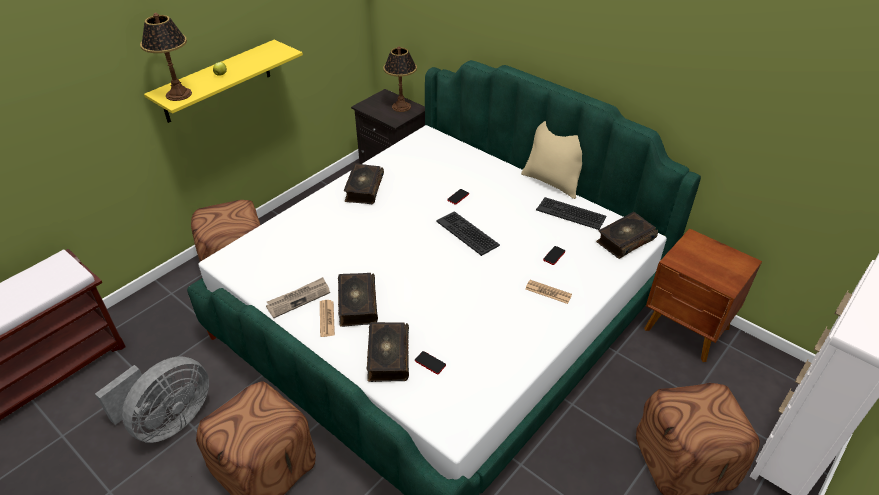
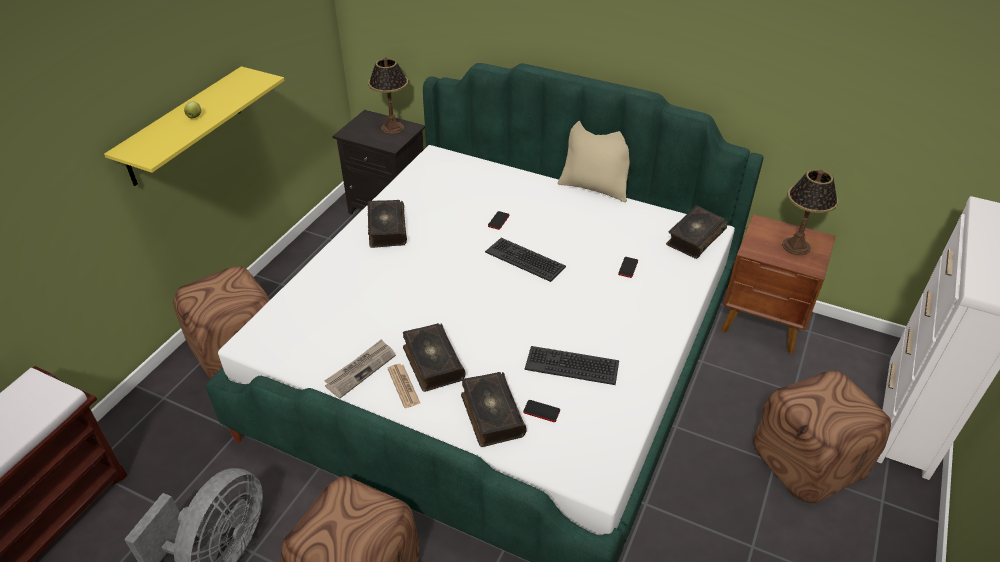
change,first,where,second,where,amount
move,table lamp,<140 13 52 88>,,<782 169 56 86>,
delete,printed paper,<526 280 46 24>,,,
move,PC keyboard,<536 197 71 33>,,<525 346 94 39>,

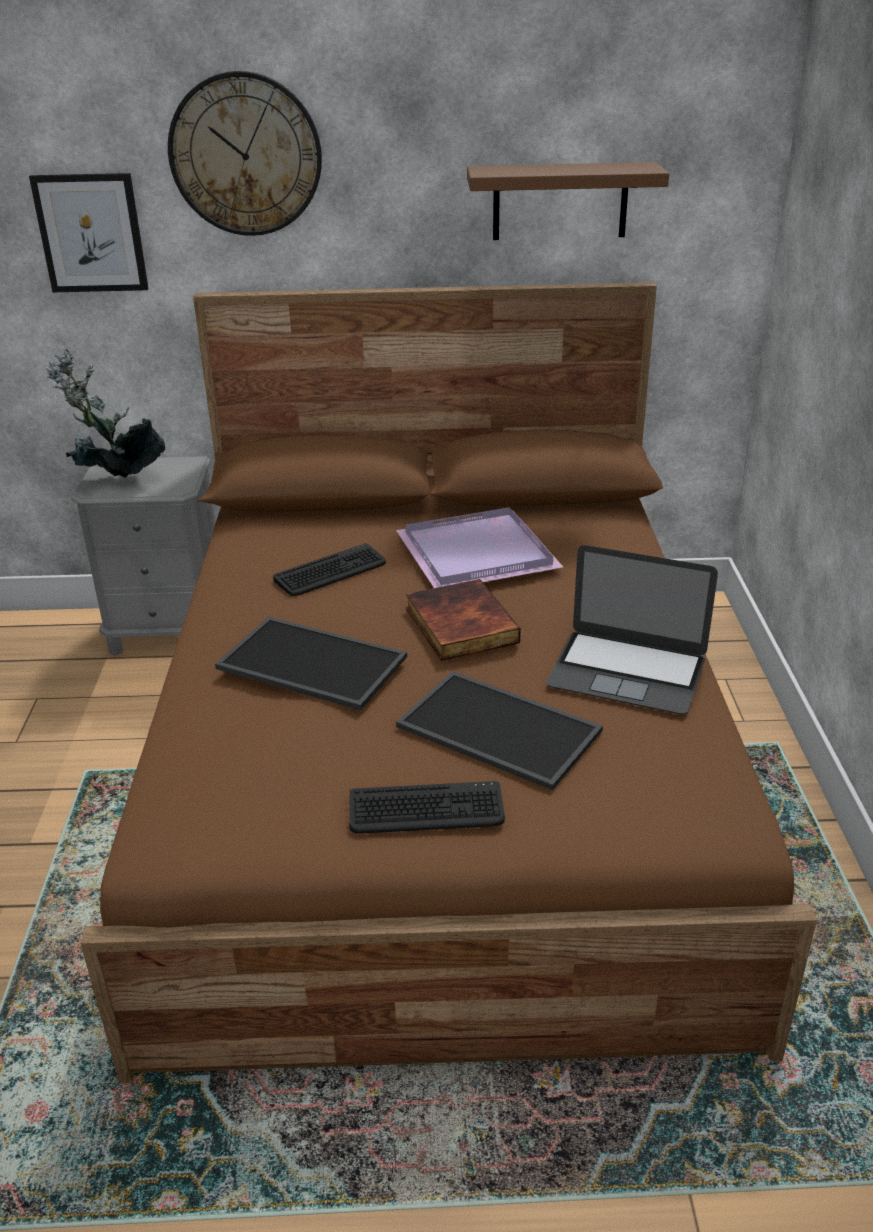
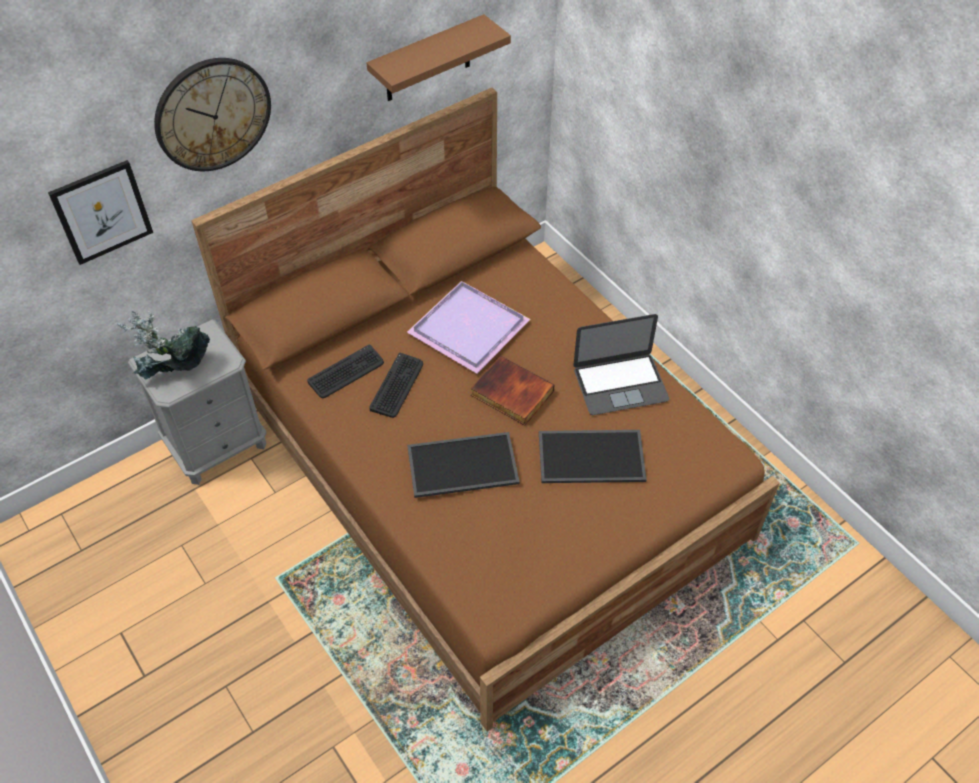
change,first,where,second,where,amount
move,PC keyboard,<349 781 156 53>,,<307 345 77 53>,

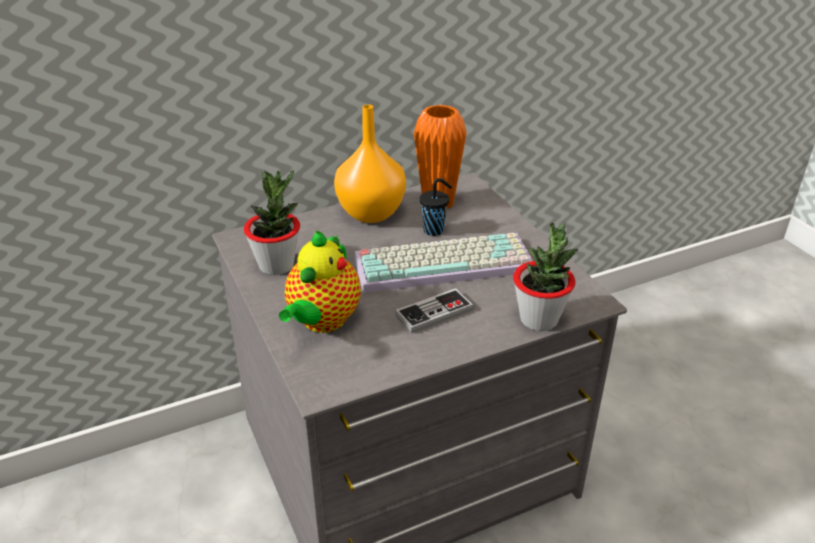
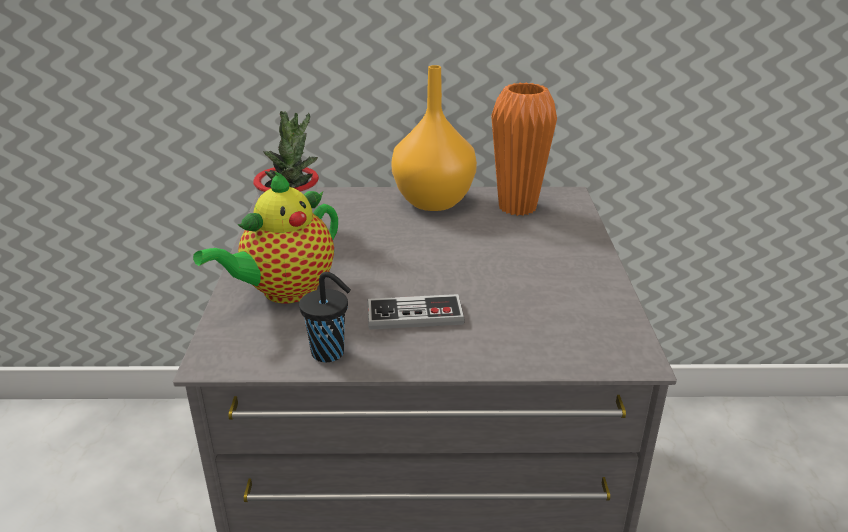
change,first,where,second,where,amount
delete,PC keyboard,<354 233 179 60>,,,
move,black drinking cup,<420 178 32 58>,,<299 272 52 90>,
delete,potted plant,<513 223 66 108>,,,

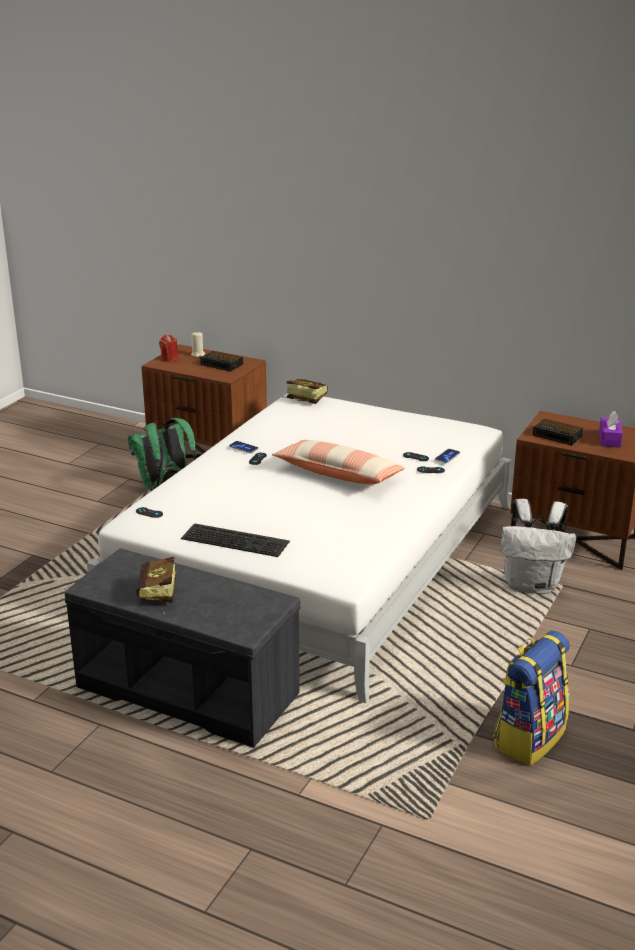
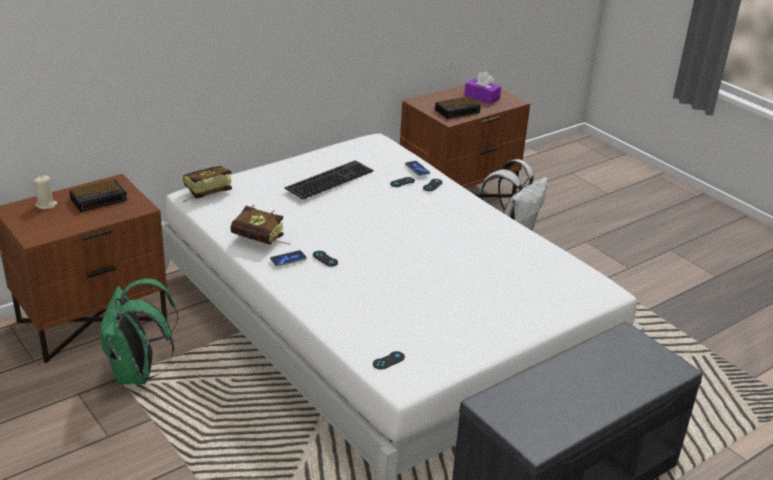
change,first,where,second,where,amount
move,book,<136 557 40 57>,,<230 205 60 40>,
delete,red-coloured wax light,<159 335 19 27>,,,
move,PC keyboard,<181 523 109 34>,,<285 160 89 39>,
delete,cushion,<272 440 133 44>,,,
delete,backpack,<493 631 77 134>,,,

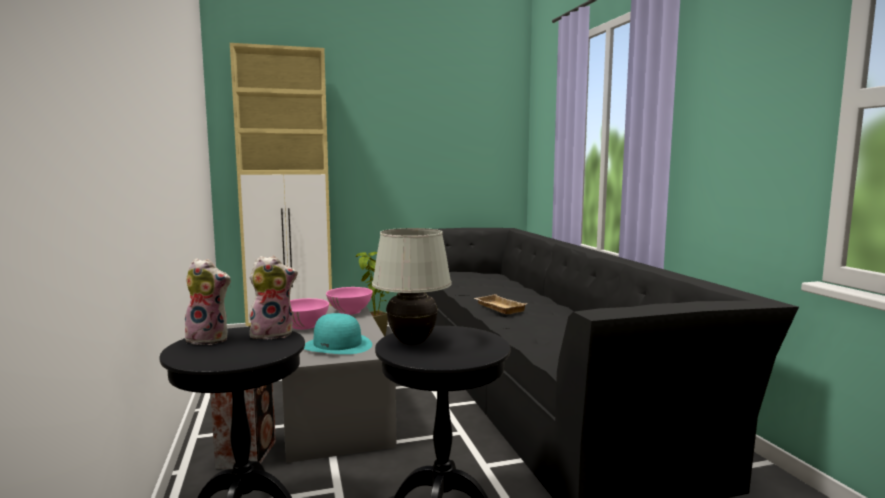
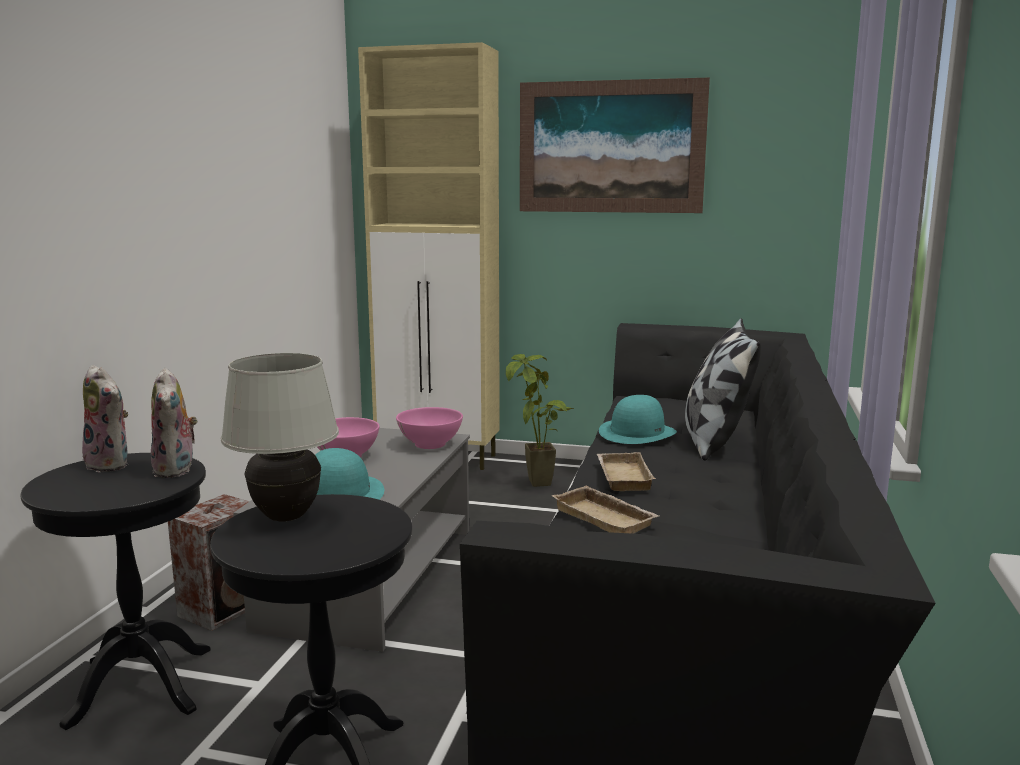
change,first,where,second,where,amount
rotate,soft toy,<249 256 49 84>,,<151 368 47 110>,60 degrees clockwise
insert,,,wall art,<520 77 190 136>,
insert,,,beige-coloured carrying tray,<552 485 107 49>,
insert,,,turquoise-coloured wearable hat,<599 395 78 49>,
insert,,,cushion,<685 318 76 143>,

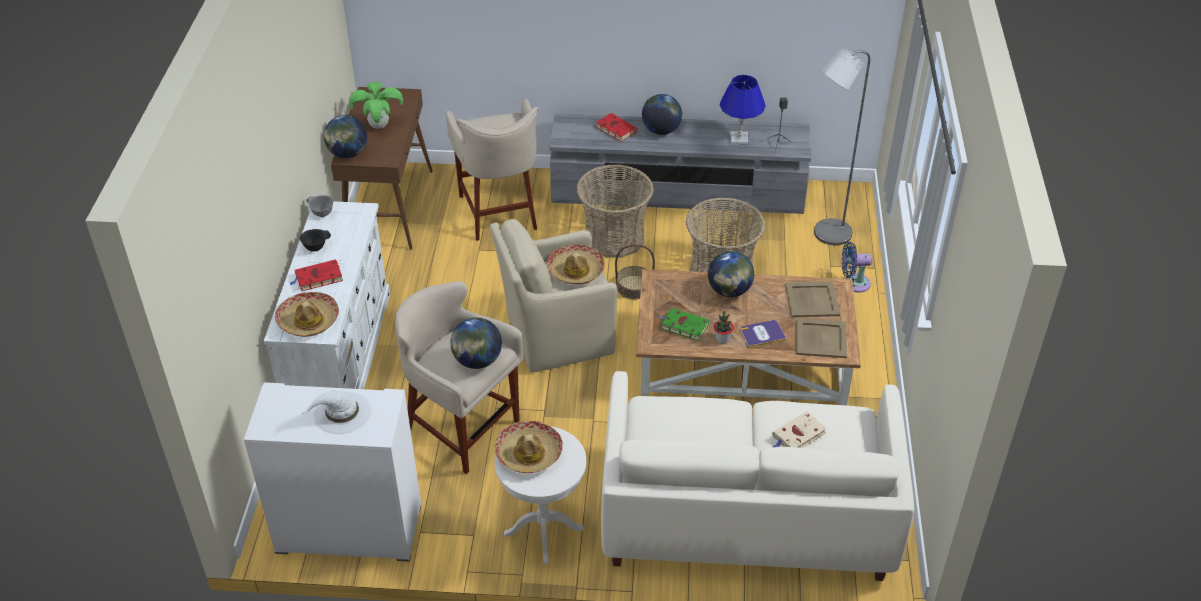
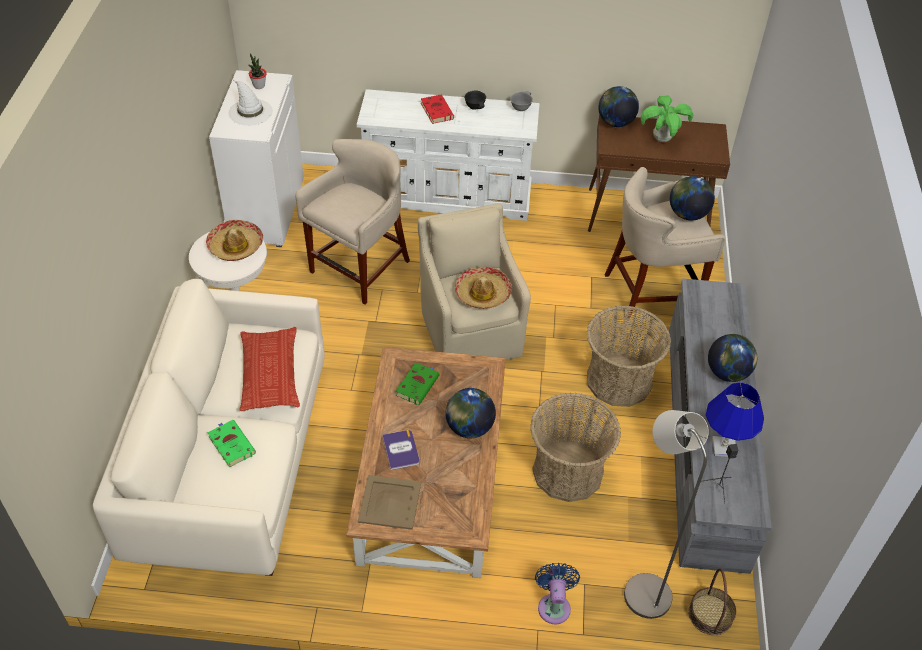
change,first,where,second,where,amount
delete,wearable hat,<275 292 64 45>,,,
move,desk globe,<451 317 51 52>,,<670 176 45 44>,
delete,red-coloured book,<596 113 41 28>,,,
move,storage basket,<615 244 40 56>,,<688 569 48 66>,
move,potted plant,<714 311 20 33>,,<248 53 19 36>,
recolor,beige-coloured book,<772 412 55 36>,green book,<207 420 49 48>,
delete,beige-coloured carrying tray,<785 281 55 36>,,,
insert,,,cushion,<240 327 60 84>,

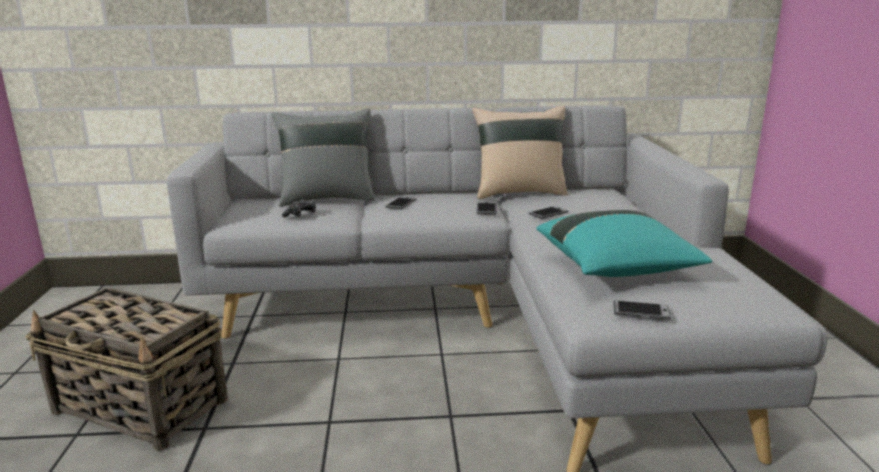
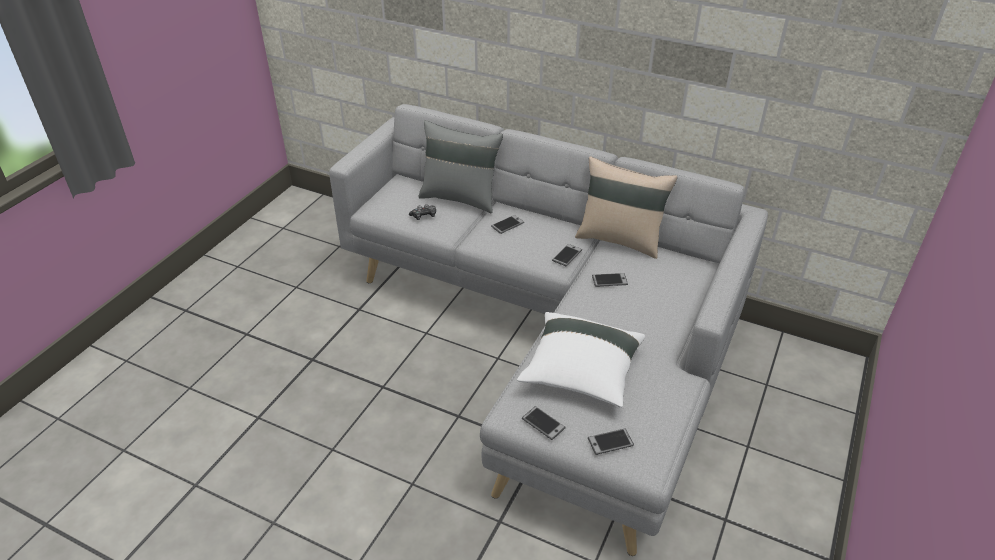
change,first,where,second,where,amount
delete,storage basket,<25 288 203 163>,,,
recolor,turquoise-coloured cushion,<537 210 176 67>,white-coloured cushion,<517 312 128 96>,
insert,,,telephone,<588 428 46 27>,

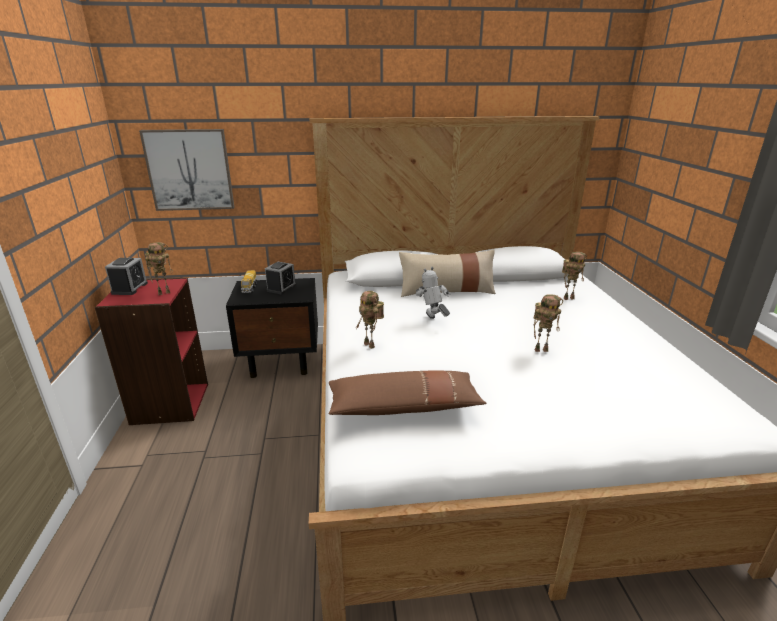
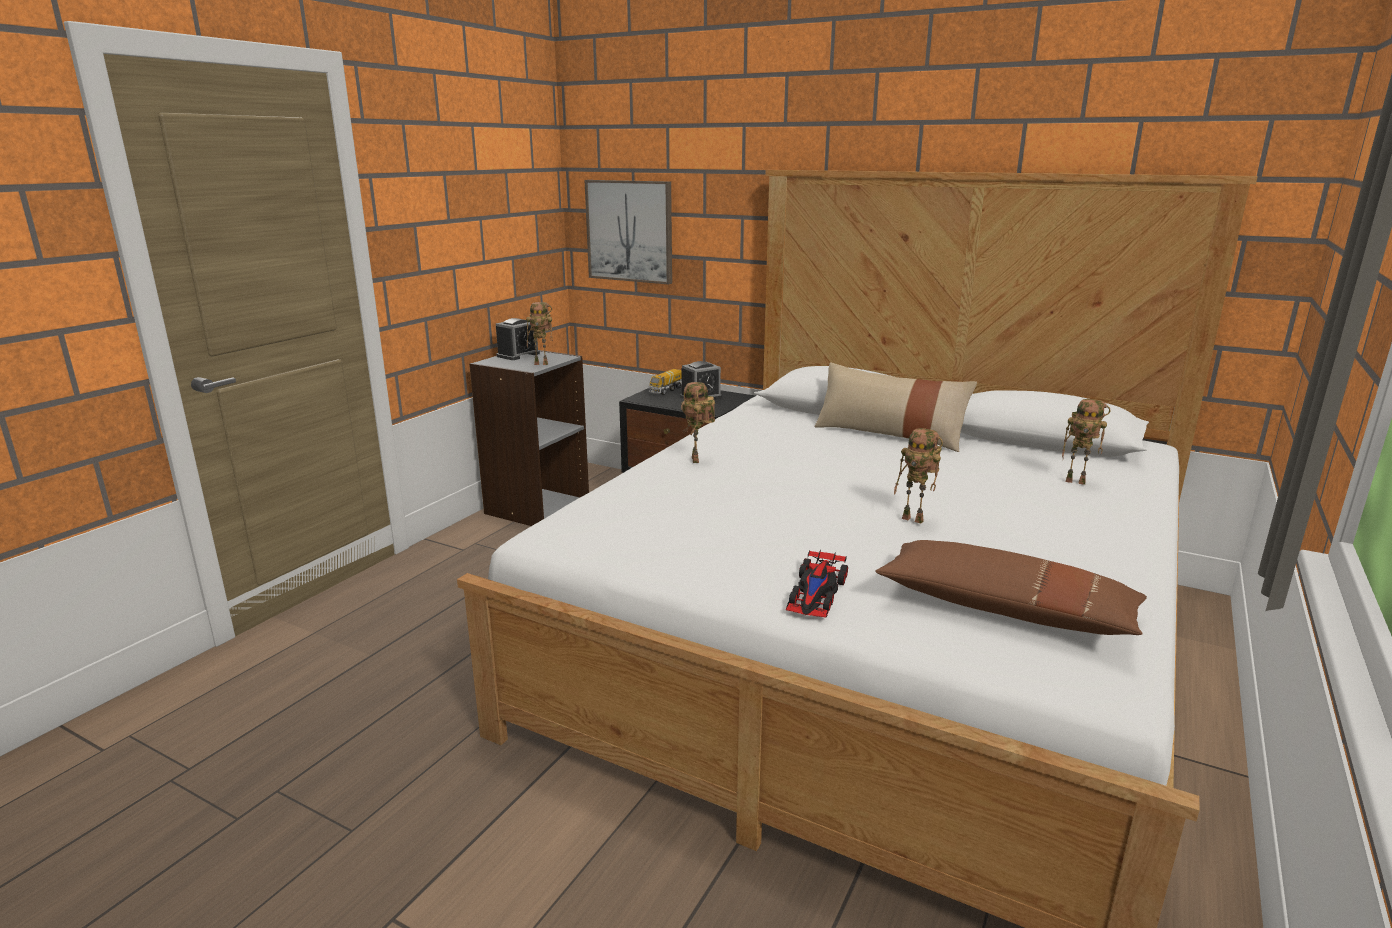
change,first,where,second,where,amount
recolor,red-coloured shelving unit,<94 278 114 147>,gray shelving unit,<469 350 120 176>,
move,brown-coloured cushion,<329 370 157 45>,,<875 540 272 95>,
delete,toy robot,<416 267 34 52>,,,
insert,,,miniature car,<785 549 63 69>,

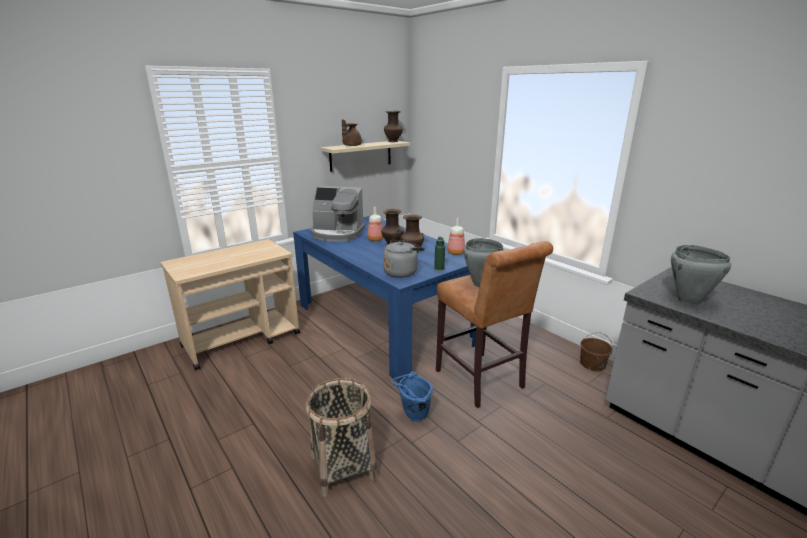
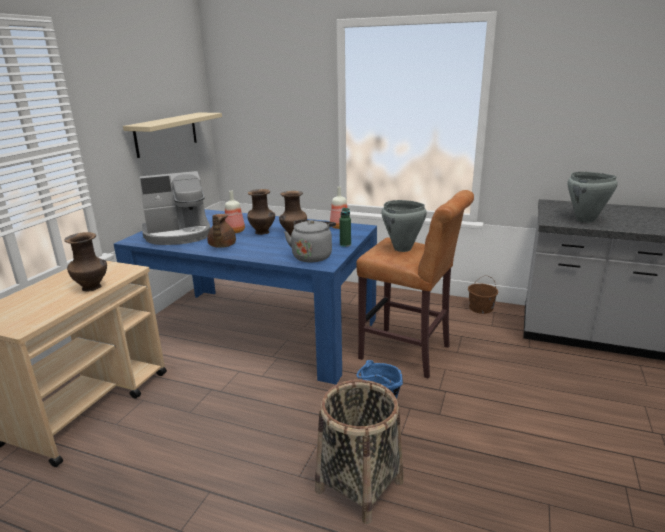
change,first,where,second,where,amount
move,brown-coloured teapot,<342 119 20 27>,,<207 214 29 34>,
move,brown-coloured vase,<384 111 19 31>,,<64 232 43 59>,

